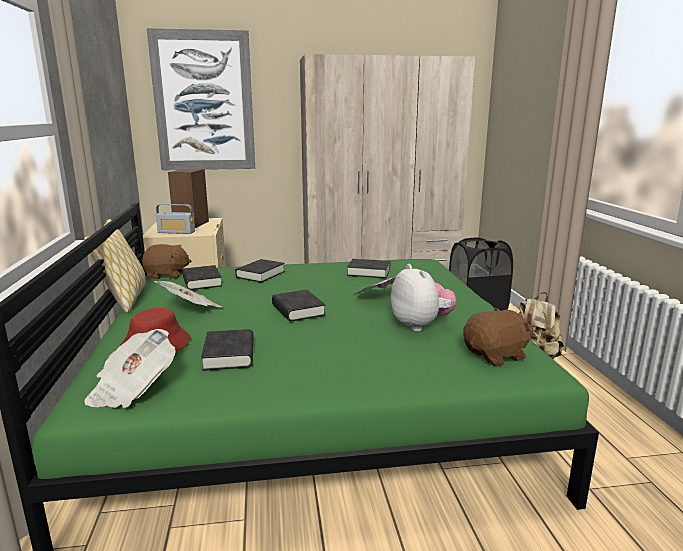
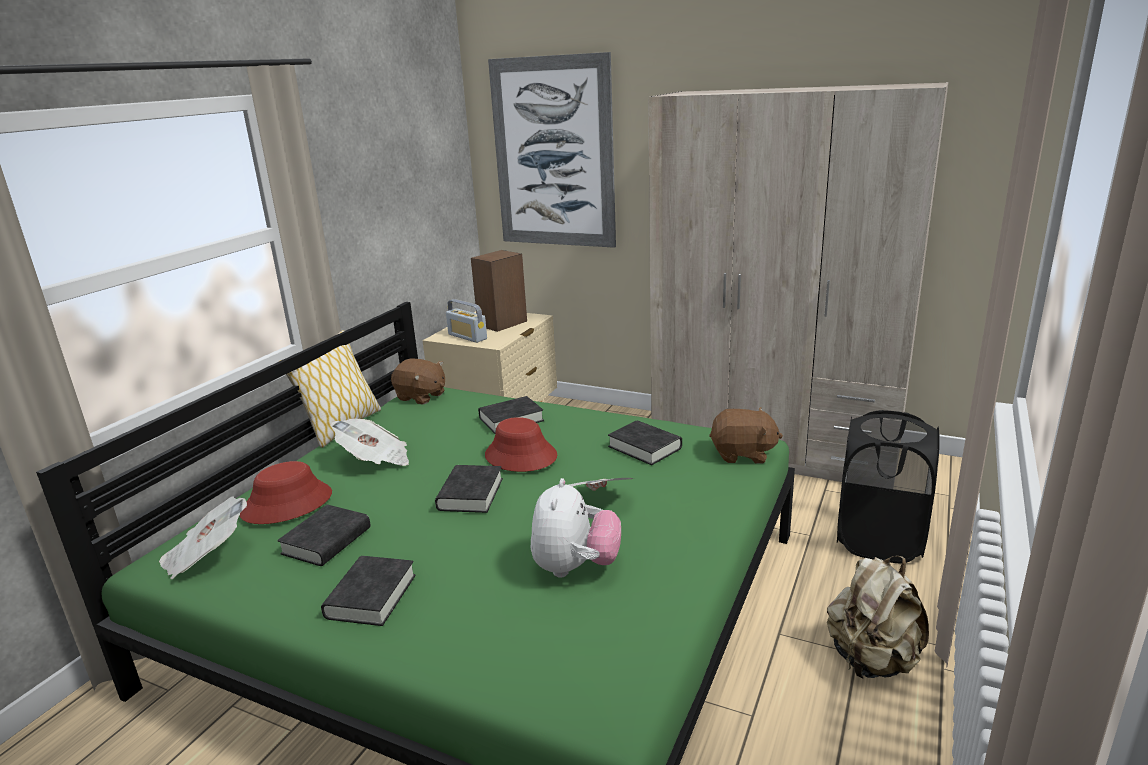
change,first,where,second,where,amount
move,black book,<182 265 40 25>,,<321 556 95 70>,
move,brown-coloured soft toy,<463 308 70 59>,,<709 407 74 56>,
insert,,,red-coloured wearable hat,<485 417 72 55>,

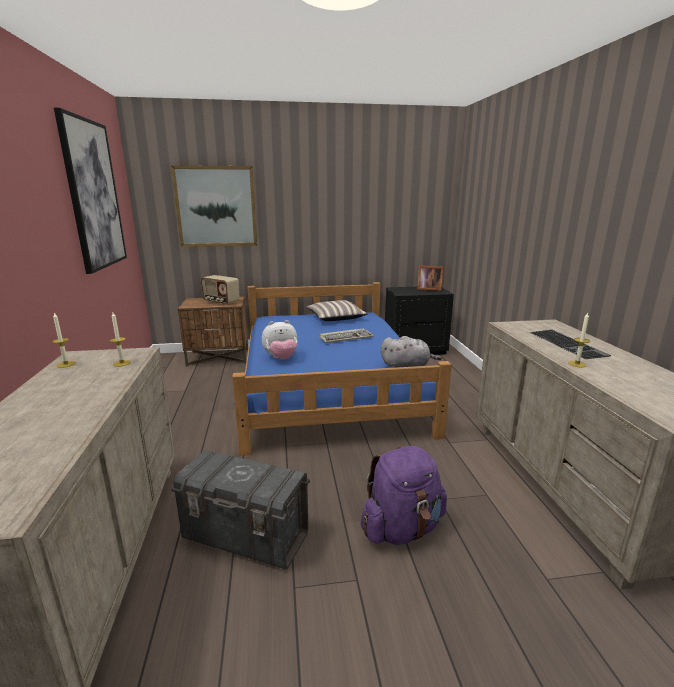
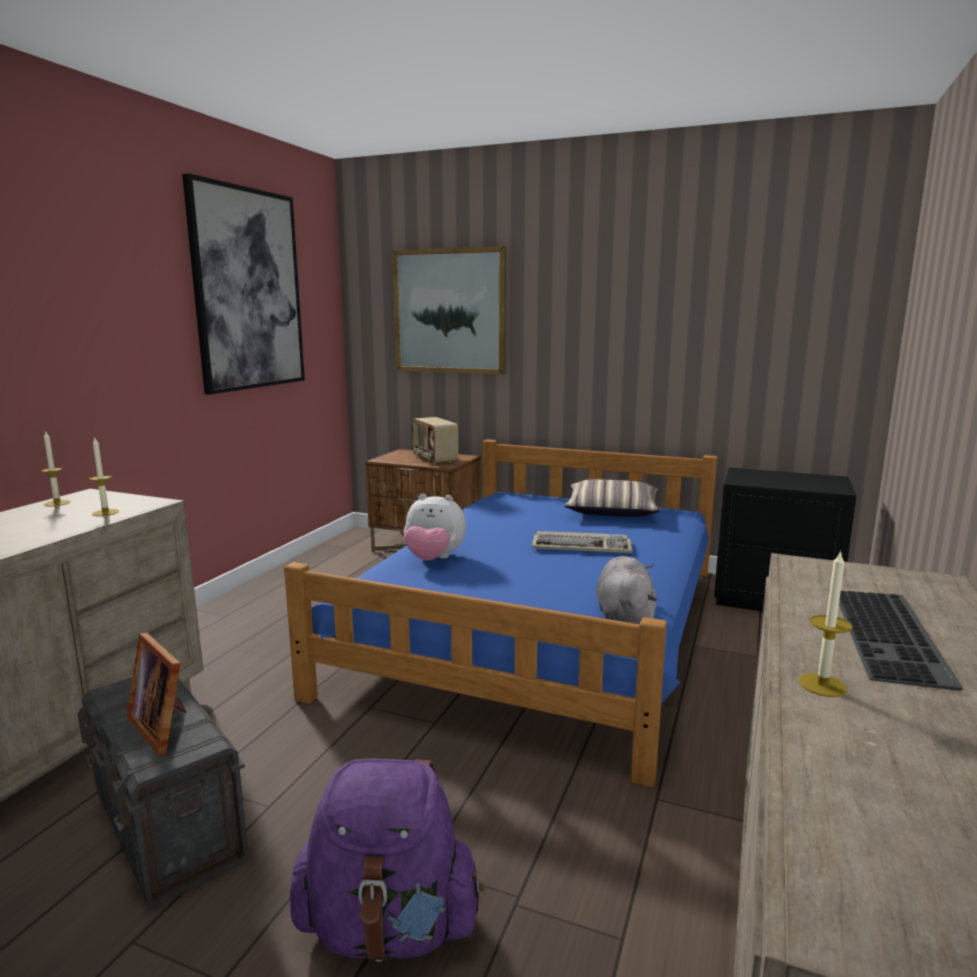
change,first,where,second,where,amount
rotate,gray soft toy,<381 336 60 32>,,<596 556 61 68>,120 degrees counterclockwise
move,photo frame,<417 266 26 25>,,<126 633 60 122>,

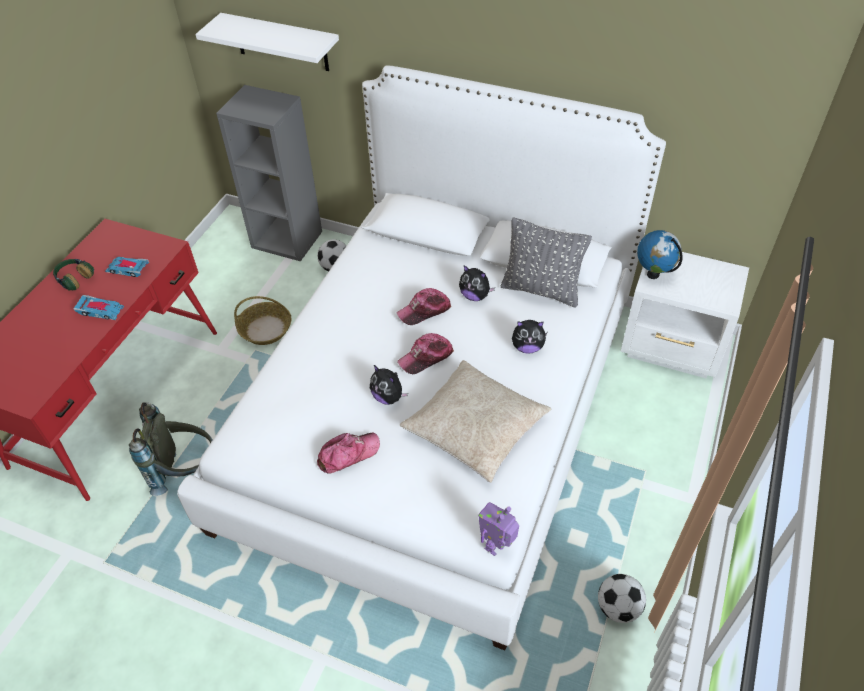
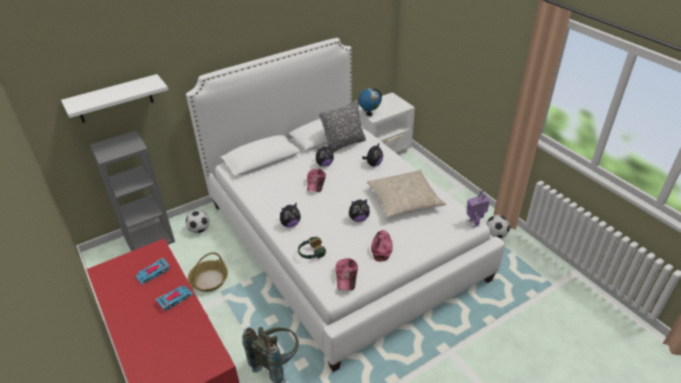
change,first,where,second,where,amount
move,headphones,<53 259 41 32>,,<298 237 28 22>,
move,cap,<397 333 57 41>,,<336 258 22 32>,
insert,,,soft toy,<280 203 21 24>,

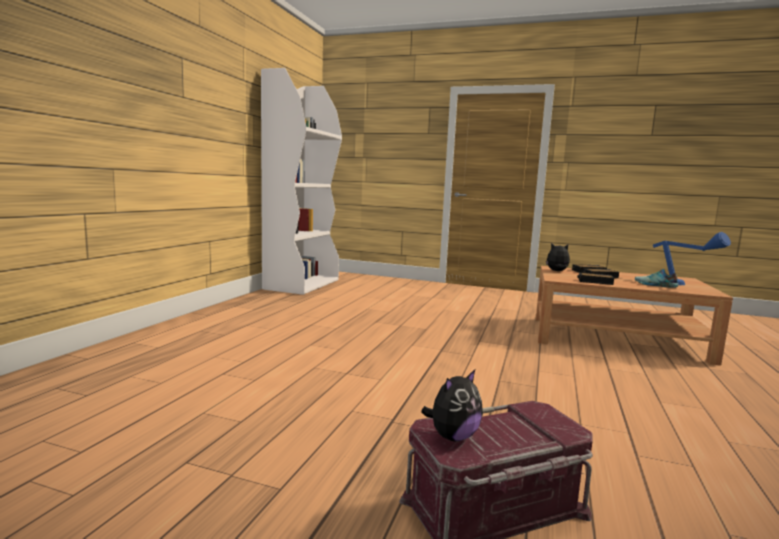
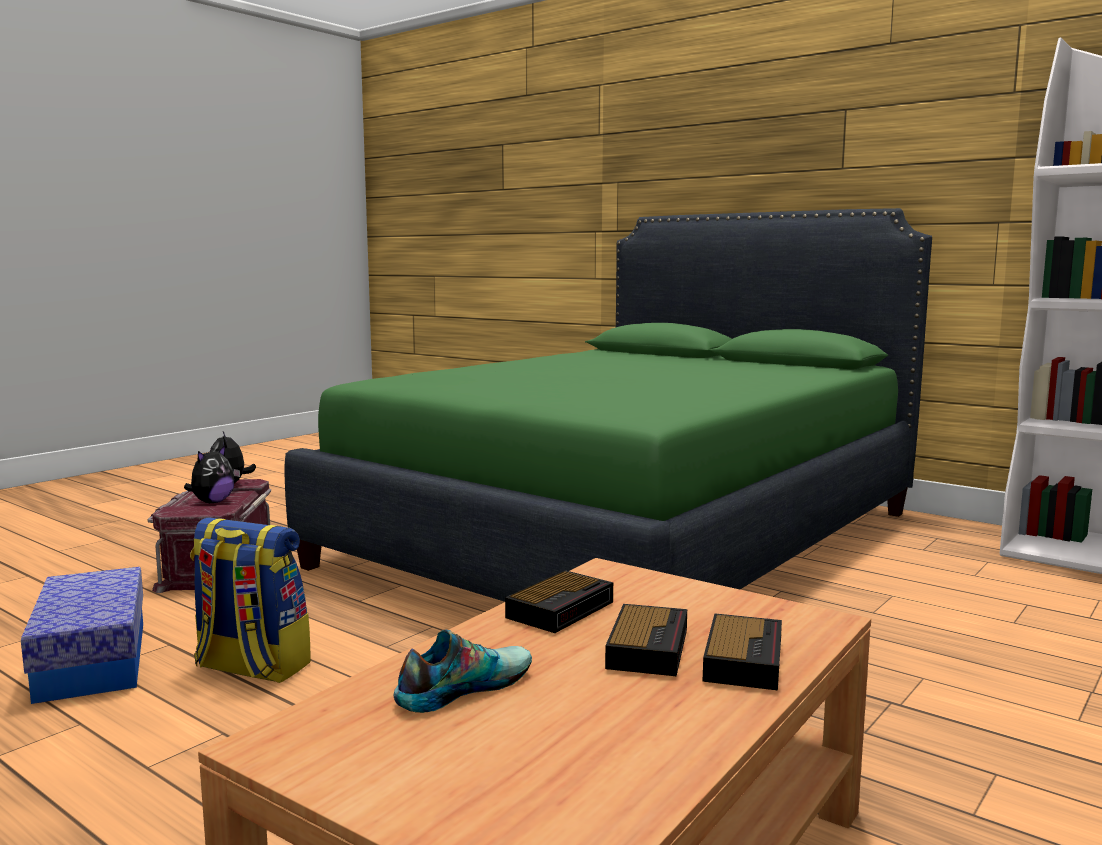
change,first,where,second,where,amount
move,soft toy,<546 243 24 28>,,<184 445 51 58>,
delete,bluish table lamp,<653 232 78 53>,,,
insert,,,storage box,<21 567 122 137>,
insert,,,backpack,<190 517 121 166>,
insert,,,green sleeping bed,<285 208 647 394>,

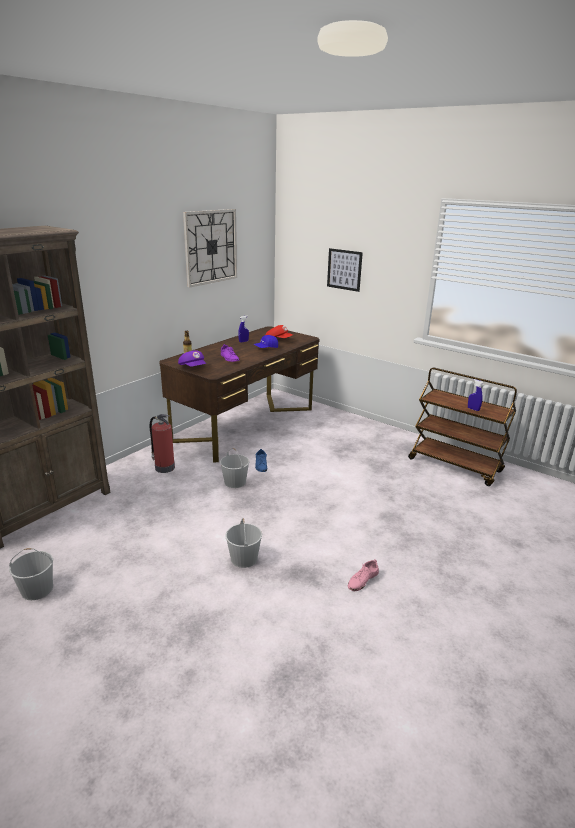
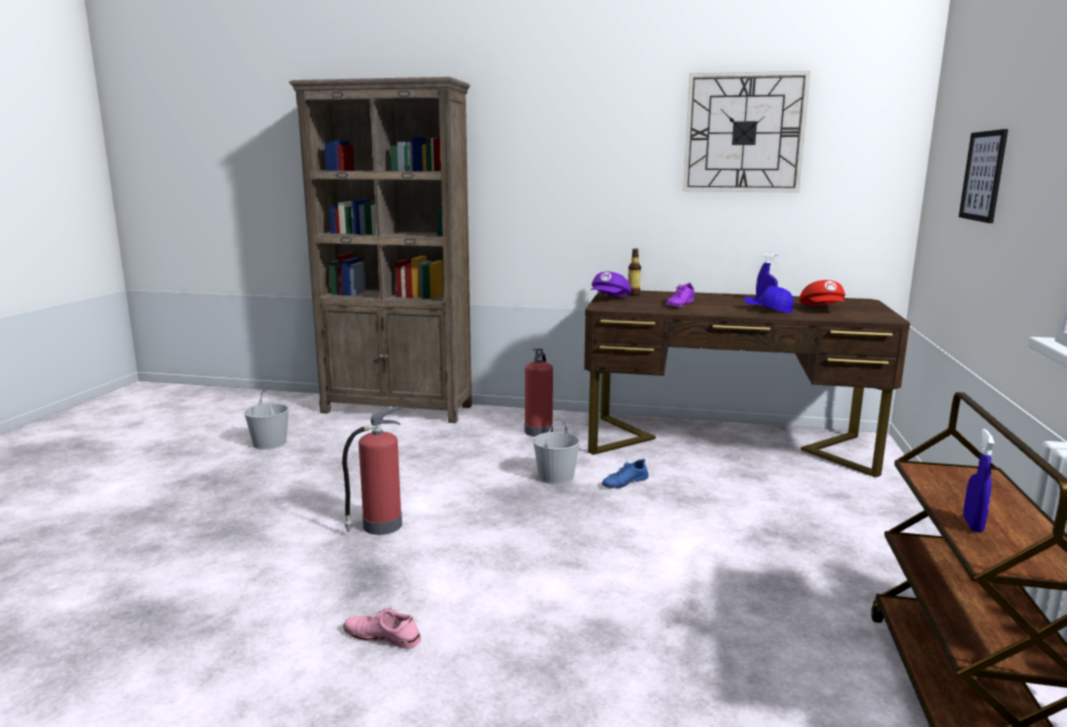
change,first,where,second,where,amount
replace,white-coloured water bucket,<225 518 37 50>,fire-fighting cylinder,<342 406 60 129>,

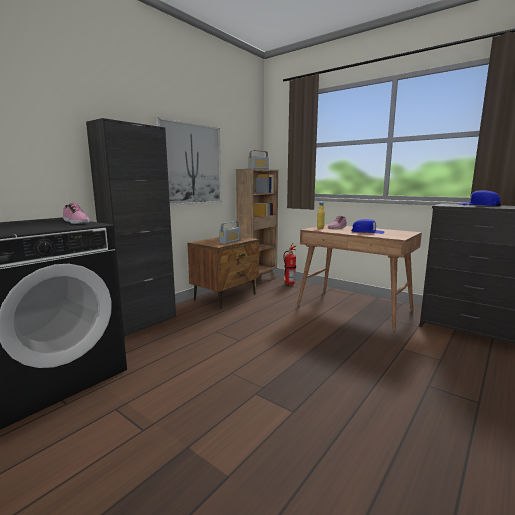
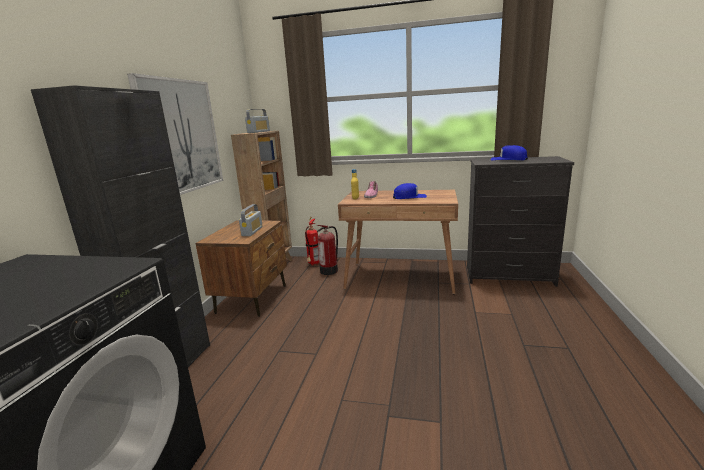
change,first,where,second,where,amount
delete,low shoe,<63 203 27 21>,,,
insert,,,fire-fighting cylinder,<317 225 21 50>,

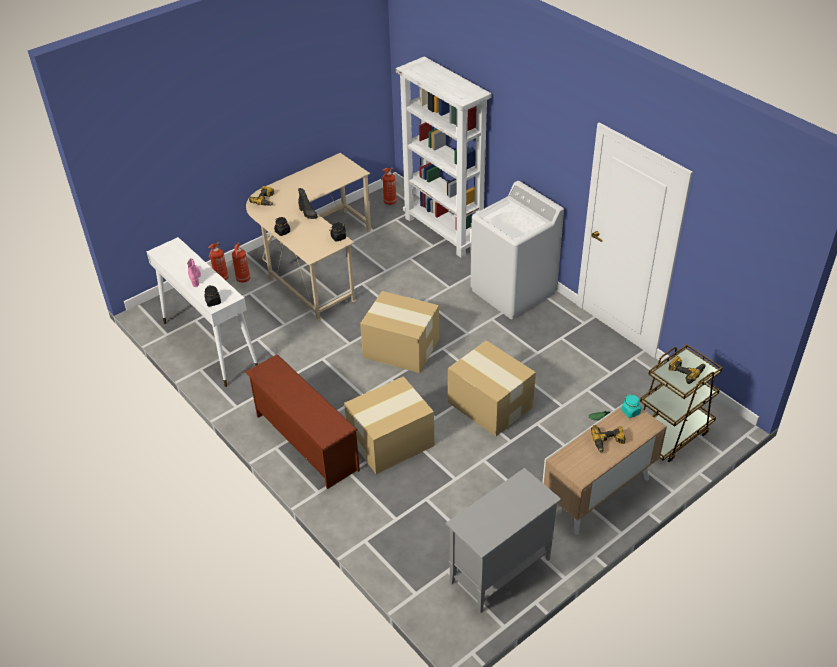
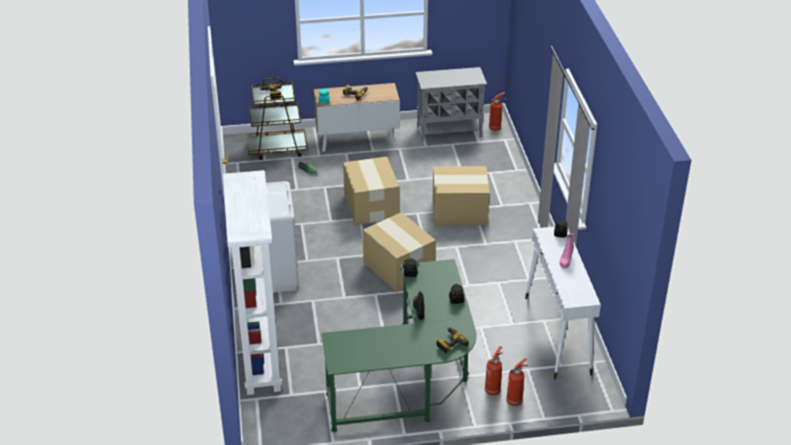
change,first,where,second,where,amount
delete,brown-coloured shoe rack,<245 354 115 135>,,,
recolor,beige-coloured desk table,<246 153 125 168>,green desk table,<321 259 156 173>,
move,fire-fighting cylinder,<381 167 16 38>,,<489 92 18 39>,

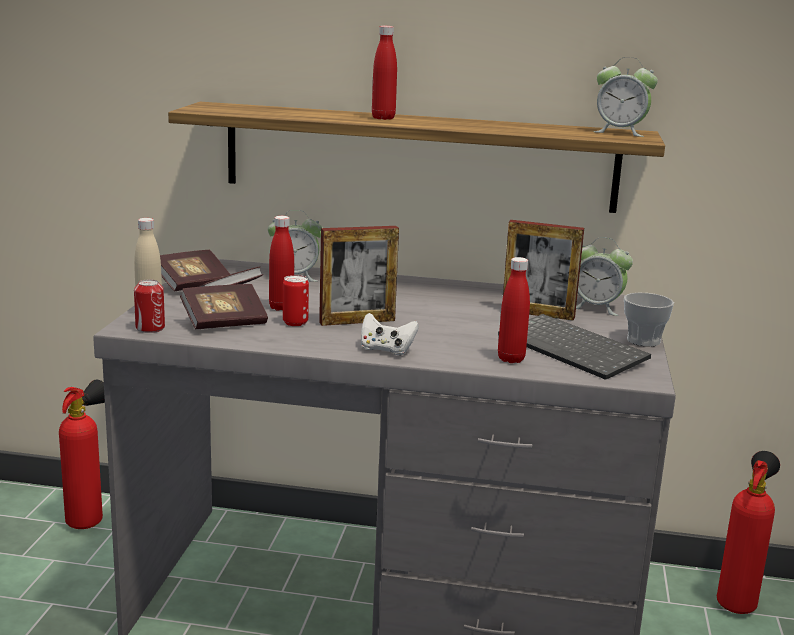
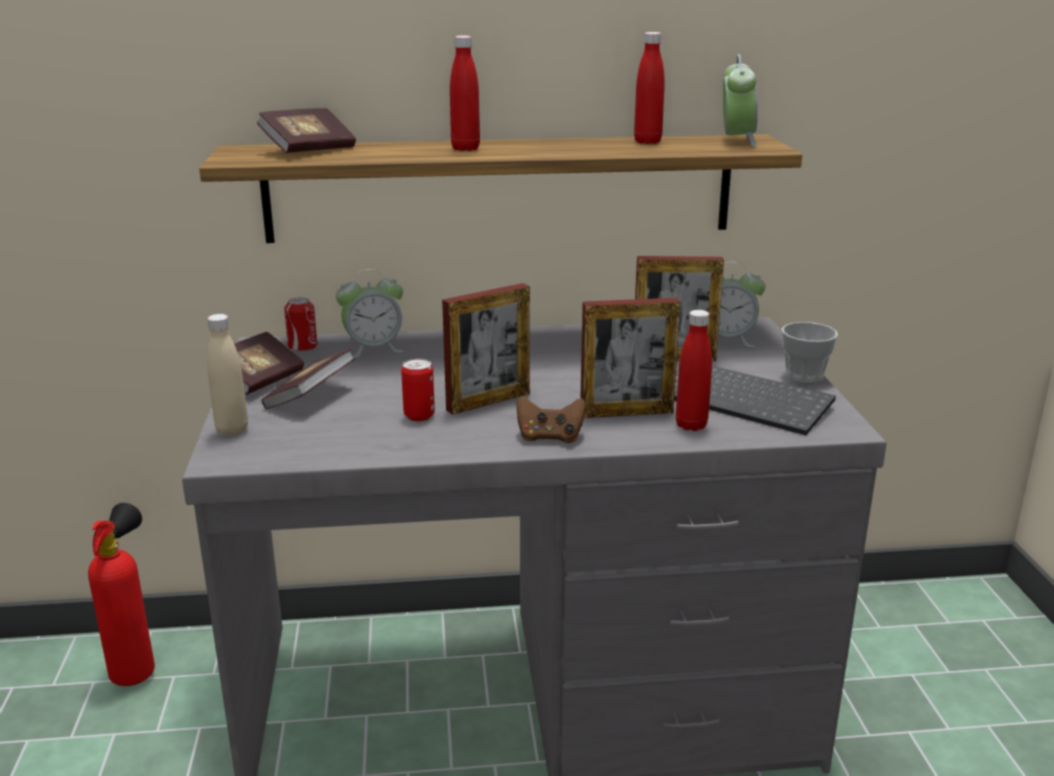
change,first,where,second,where,amount
move,can,<134 279 31 54>,,<284 297 33 55>,
move,book,<180 284 88 45>,,<256 108 100 45>,
move,red-coloured beverage bottle,<269 216 25 95>,,<634 32 31 112>,
recolor,white-coloured joypad,<361 313 58 42>,brown-coloured joypad,<517 396 69 47>,
rotate,alarm clock,<593 57 65 80>,,<723 54 35 93>,90 degrees counterclockwise
delete,fire-fighting cylinder,<717 451 63 163>,,,
insert,,,photo frame,<580 298 100 120>,

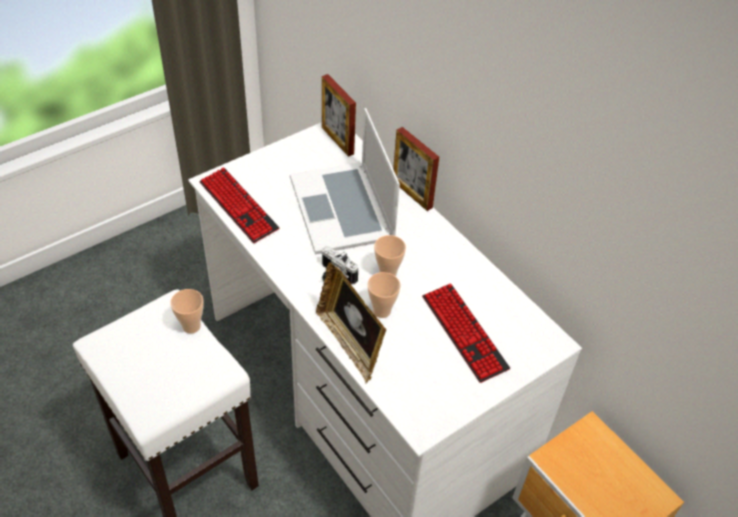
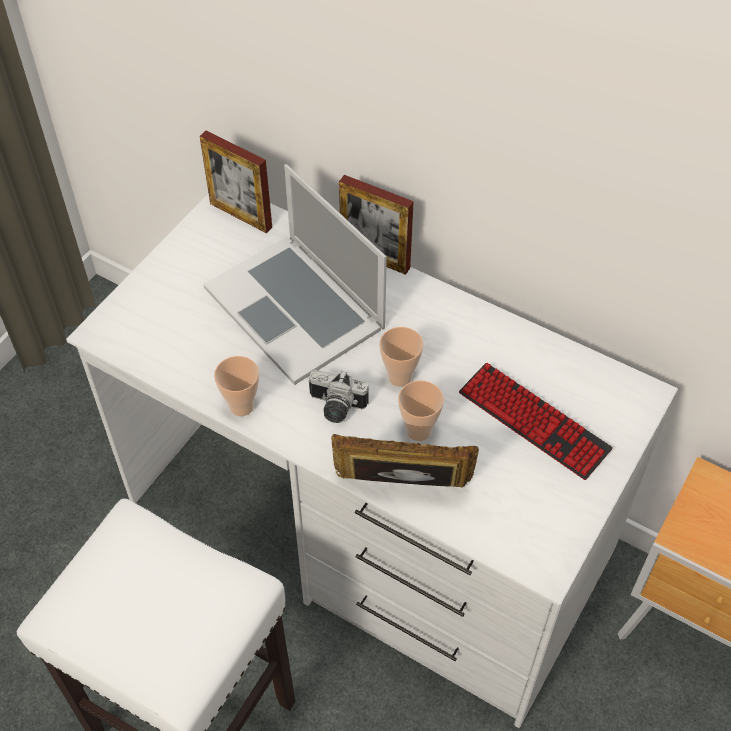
change,first,where,second,where,amount
move,drinking cup,<170 289 34 45>,,<214 356 45 60>,
delete,PC keyboard,<199 167 81 76>,,,
rotate,photo frame,<316 262 70 121>,,<331 434 148 54>,150 degrees clockwise

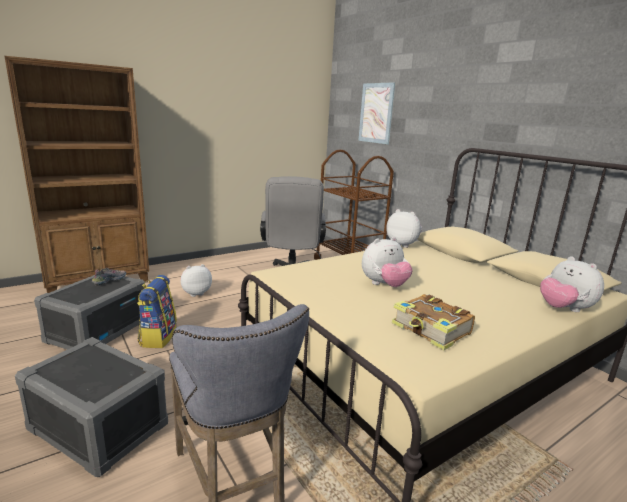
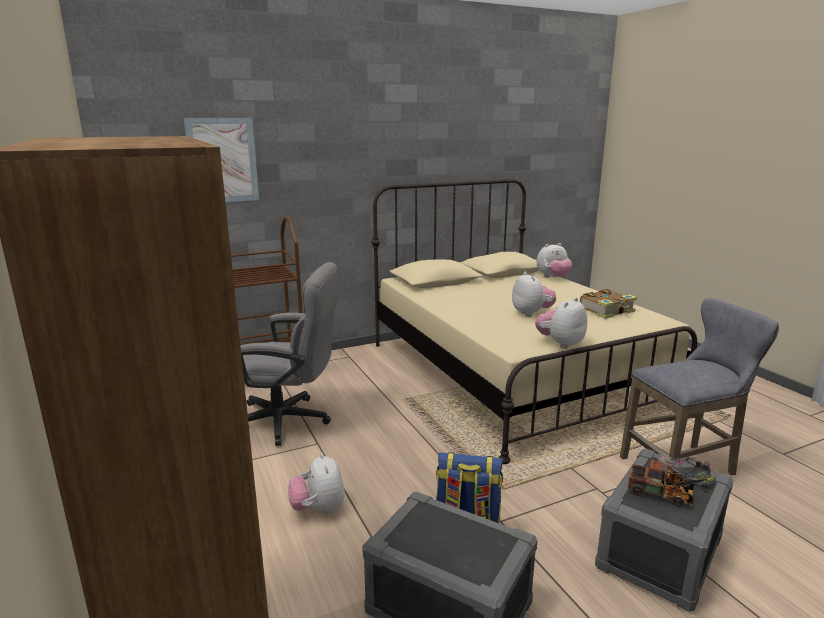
change,first,where,second,where,amount
move,low shoe,<92 268 34 17>,,<657 456 57 31>,
move,soft toy,<386 209 36 39>,,<535 297 52 52>,
insert,,,toy truck,<628 458 79 49>,

